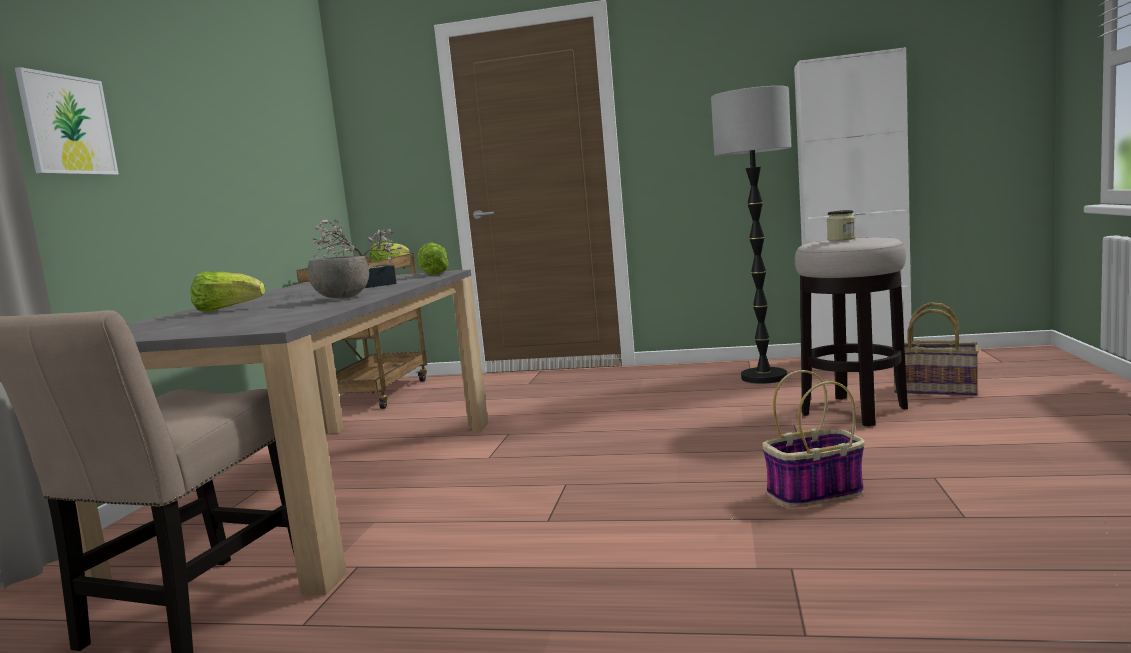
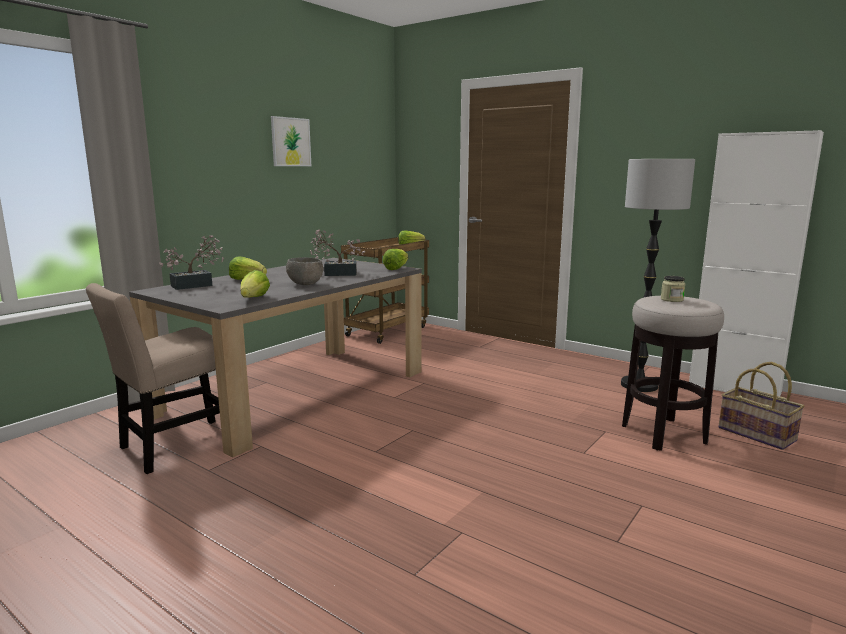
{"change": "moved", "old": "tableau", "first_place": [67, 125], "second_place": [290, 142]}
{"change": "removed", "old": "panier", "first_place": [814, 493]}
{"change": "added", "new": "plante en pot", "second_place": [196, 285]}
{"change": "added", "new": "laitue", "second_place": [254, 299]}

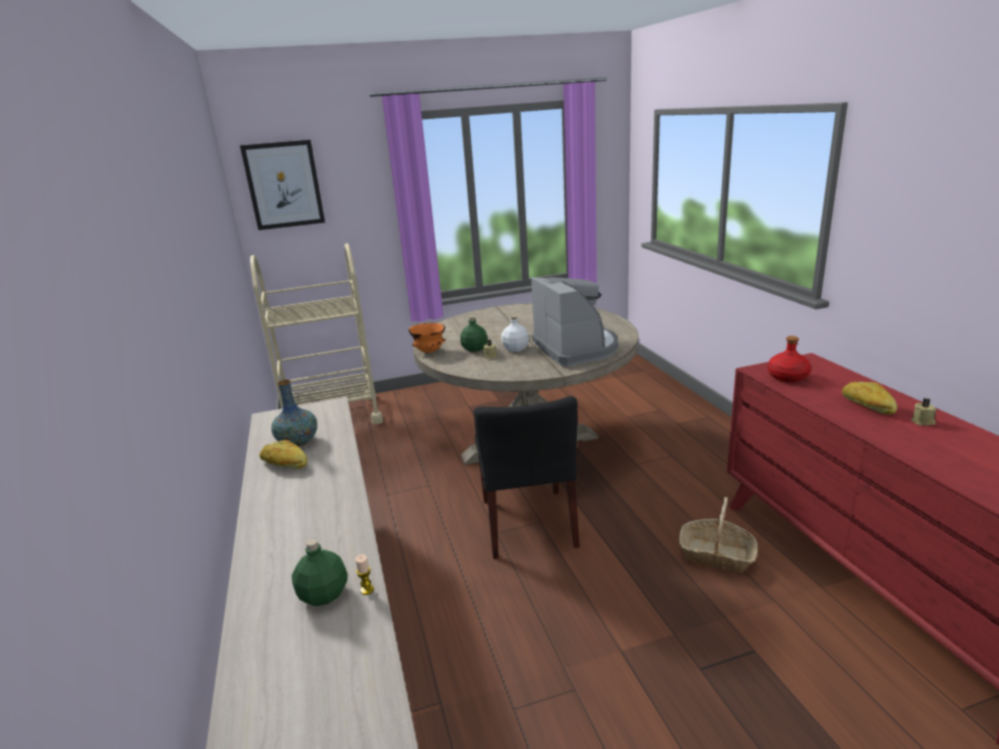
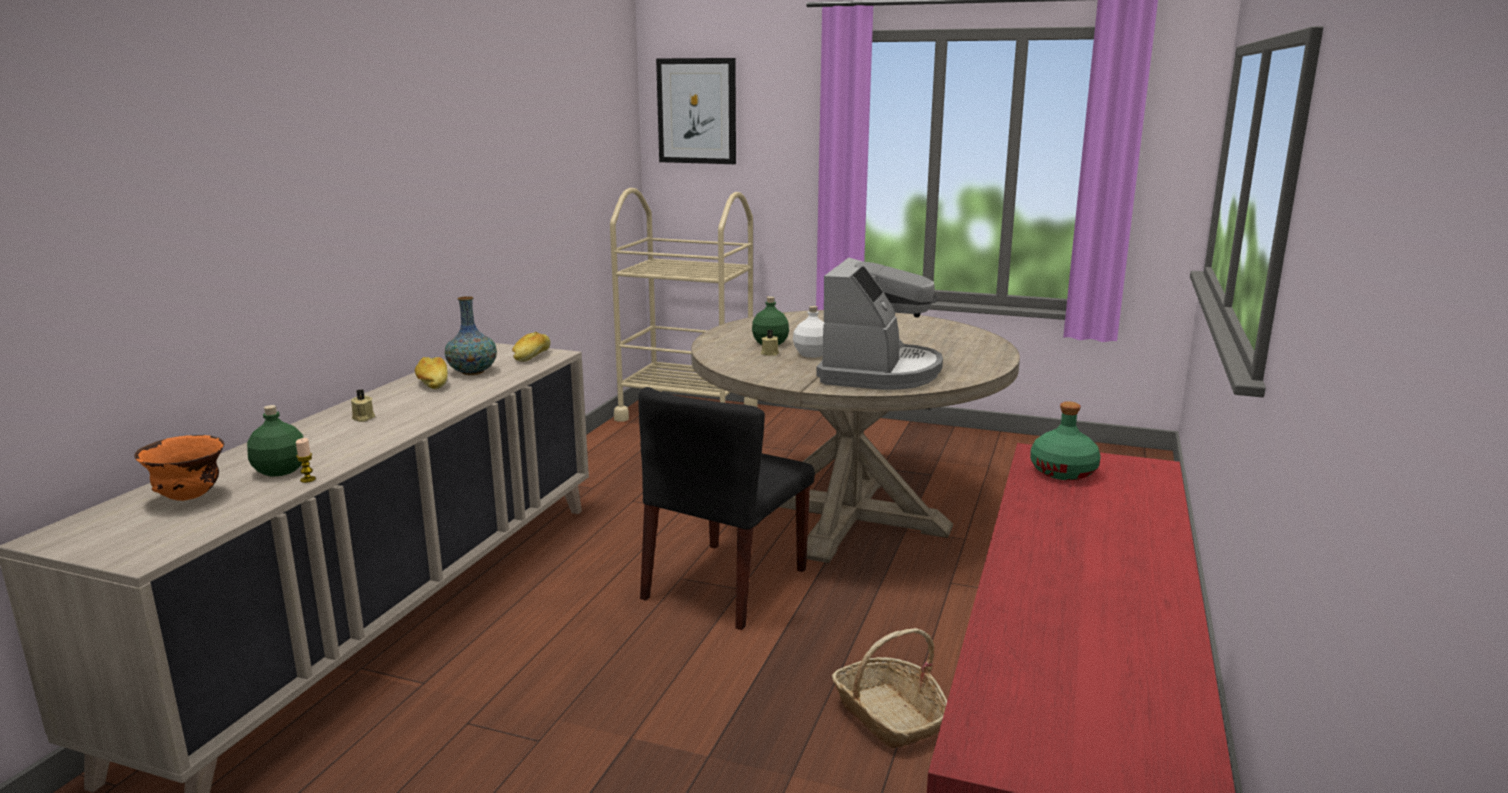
{"change": "moved", "old": "bol/orange", "first_place": [430, 351], "second_place": [190, 498]}
{"change": "recoloured", "old": "bouteille/rouge", "new": "bouteille/vert", "first_place": [787, 376], "second_place": [1063, 471]}
{"change": "moved", "old": "pain", "first_place": [867, 406], "second_place": [532, 356]}
{"change": "moved", "old": "bougie/beige", "first_place": [923, 422], "second_place": [363, 418]}

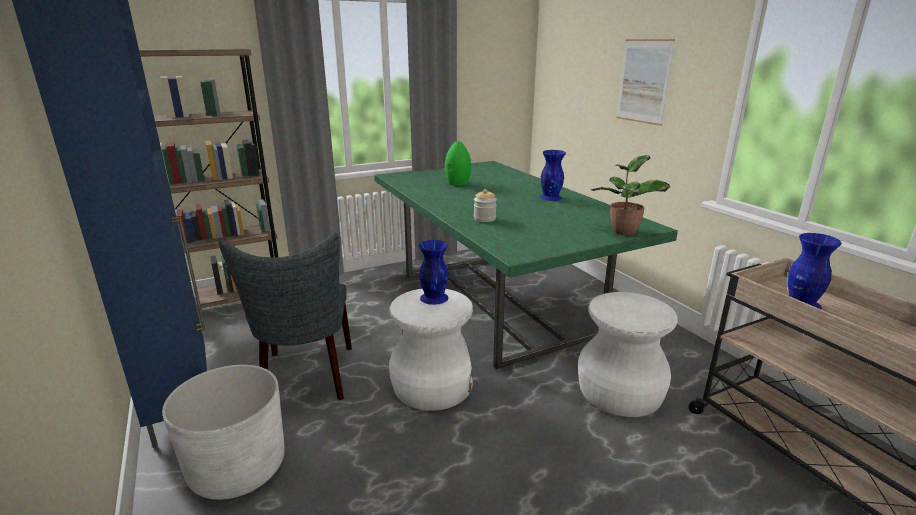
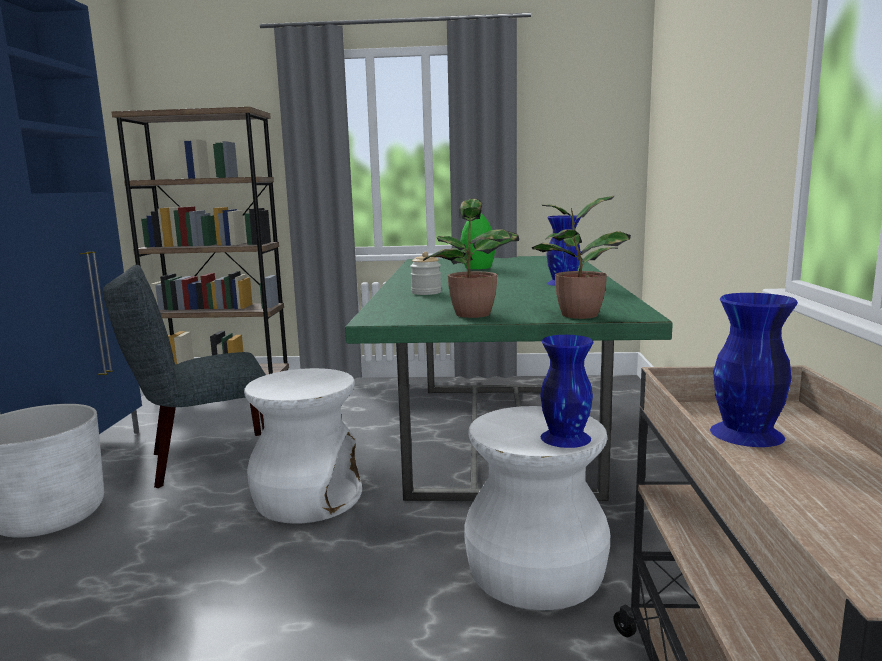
{"change": "turned", "old": "chaise/gris", "first_place": [307, 379], "second_place": [203, 461], "degrees": 45}
{"change": "moved", "old": "vase/bleu", "first_place": [433, 297], "second_place": [564, 437]}
{"change": "removed", "old": "tableau", "first_place": [643, 81]}
{"change": "added", "new": "plante en pot", "second_place": [473, 314]}

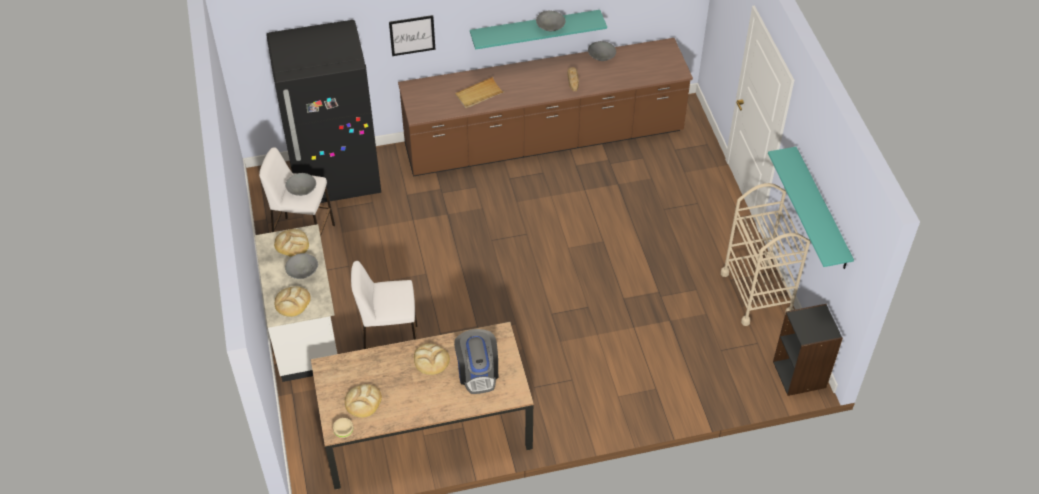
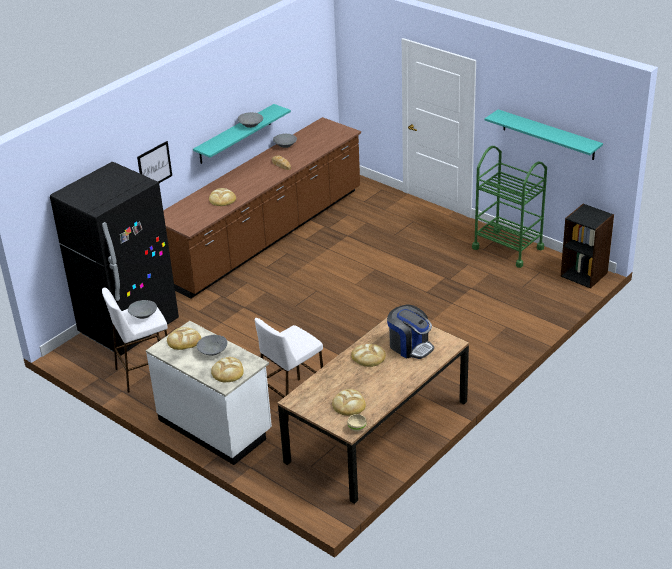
{"change": "replaced", "old": "plateau/beige", "new": "pain", "first_place": [479, 94], "second_place": [222, 199]}
{"change": "recoloured", "old": "chariot/beige", "new": "chariot/vert", "first_place": [756, 293], "second_place": [508, 248]}

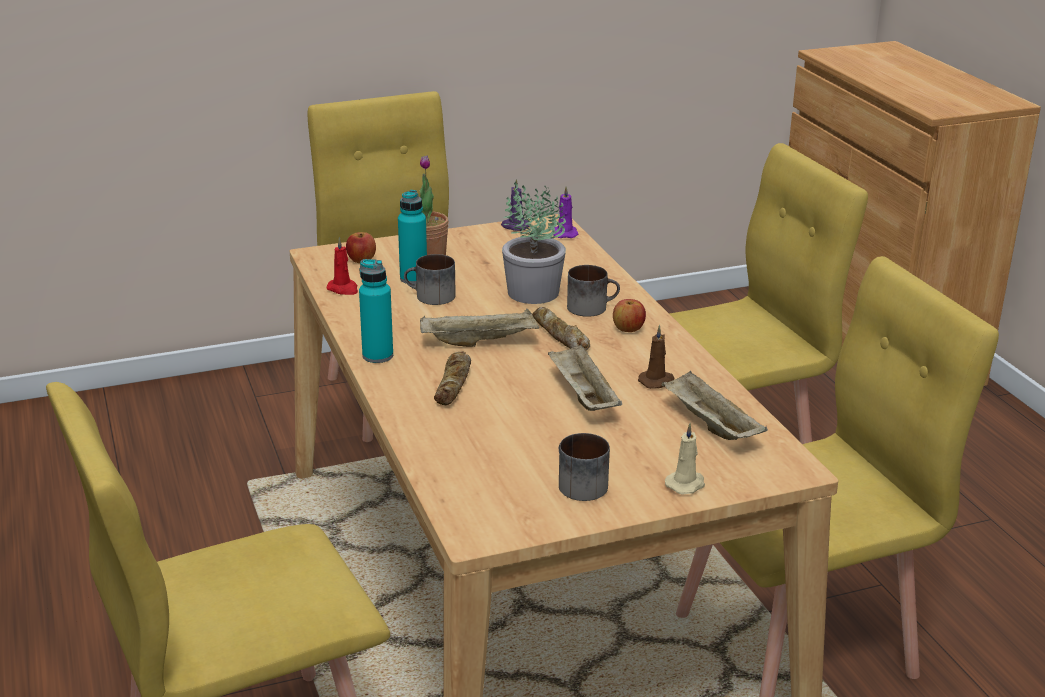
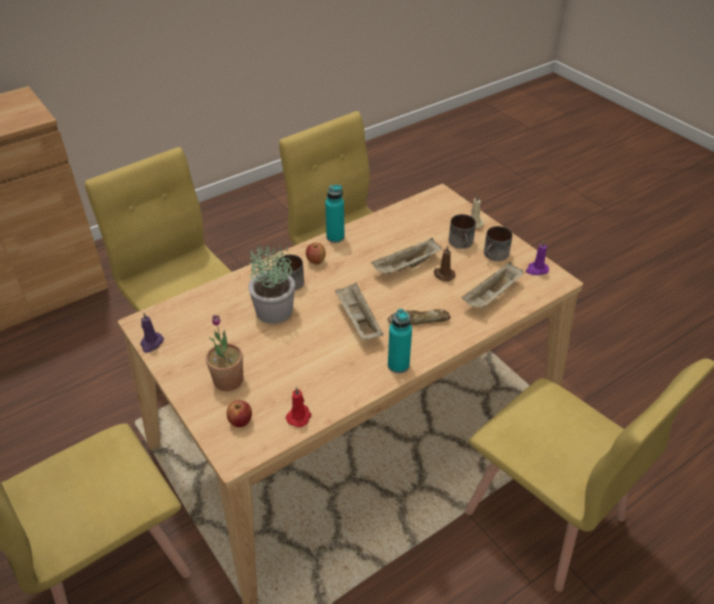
{"change": "moved", "old": "bouteille/turquoise", "first_place": [413, 278], "second_place": [335, 237]}
{"change": "moved", "old": "mug", "first_place": [430, 297], "second_place": [462, 243]}
{"change": "removed", "old": "pain", "first_place": [559, 335]}
{"change": "moved", "old": "bougie/violet", "first_place": [564, 233], "second_place": [536, 270]}
{"change": "moved", "old": "bougie/marron", "first_place": [657, 381], "second_place": [443, 275]}
{"change": "moved", "old": "plateau/beige", "first_place": [709, 425], "second_place": [492, 296]}

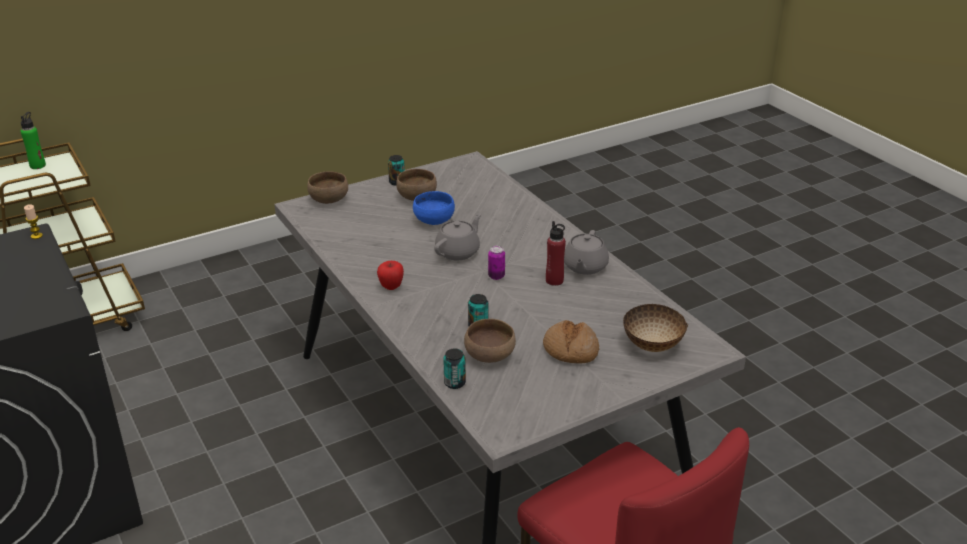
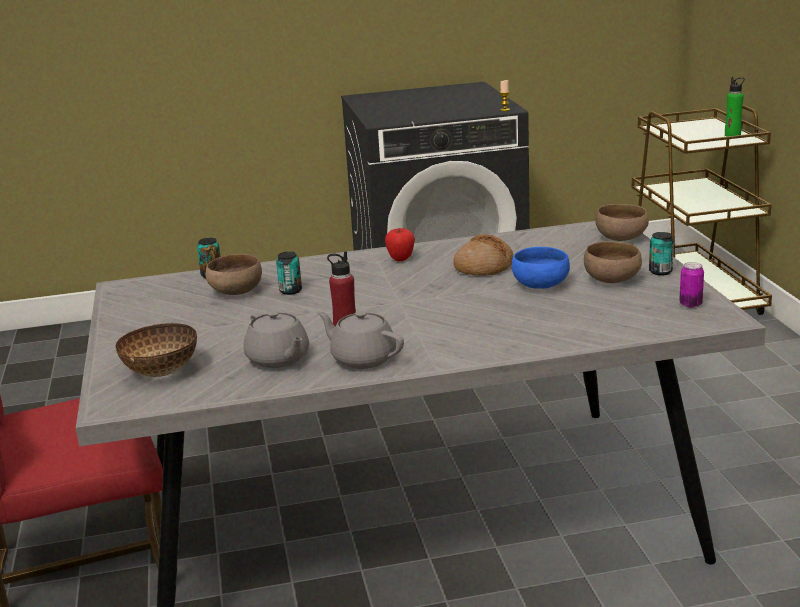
{"change": "moved", "old": "théière/gris", "first_place": [458, 252], "second_place": [278, 359]}
{"change": "moved", "old": "boîte métallique", "first_place": [496, 276], "second_place": [690, 304]}
{"change": "moved", "old": "pain", "first_place": [570, 350], "second_place": [484, 267]}

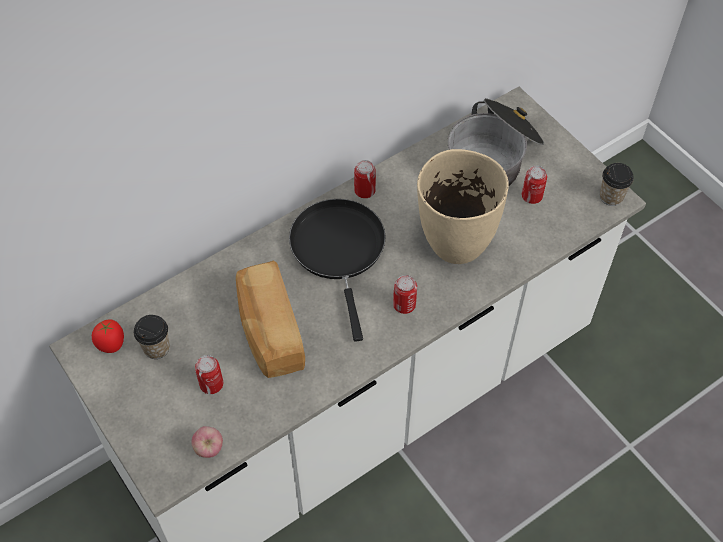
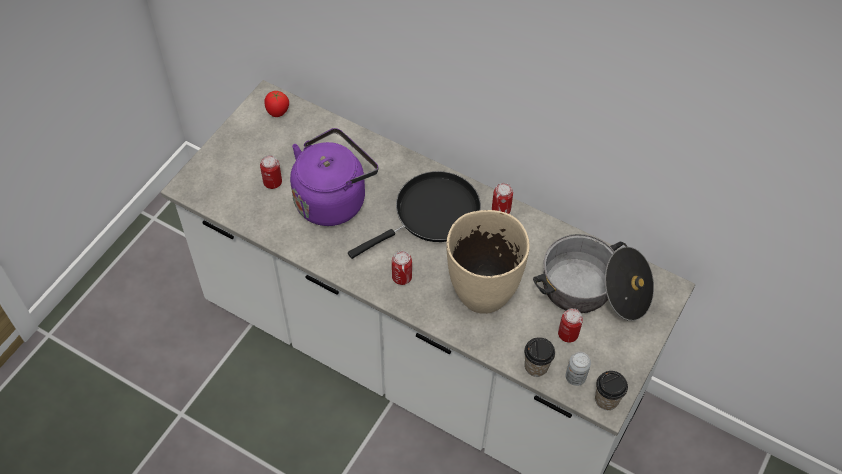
{"change": "moved", "old": "tasse", "first_place": [156, 348], "second_place": [536, 366]}
{"change": "removed", "old": "pomme", "first_place": [209, 448]}
{"change": "replaced", "old": "pain", "new": "bouilloire/violet", "first_place": [269, 332], "second_place": [333, 199]}
{"change": "added", "new": "boîte métallique", "second_place": [575, 377]}

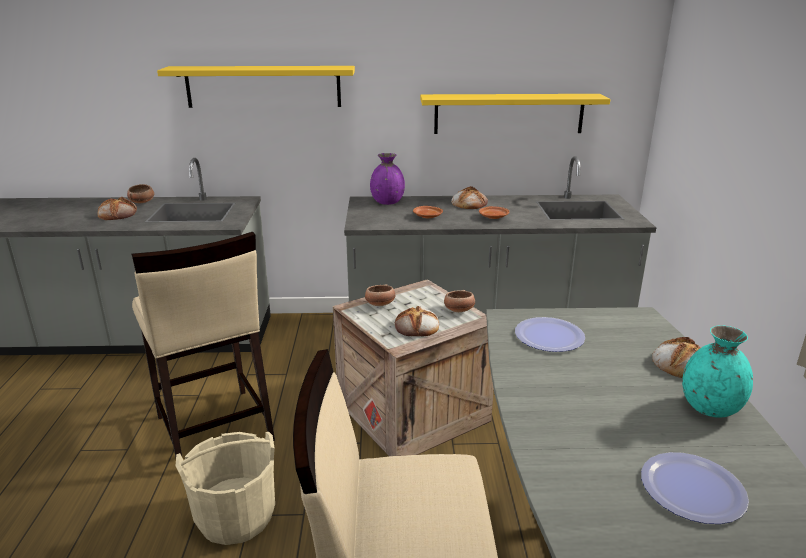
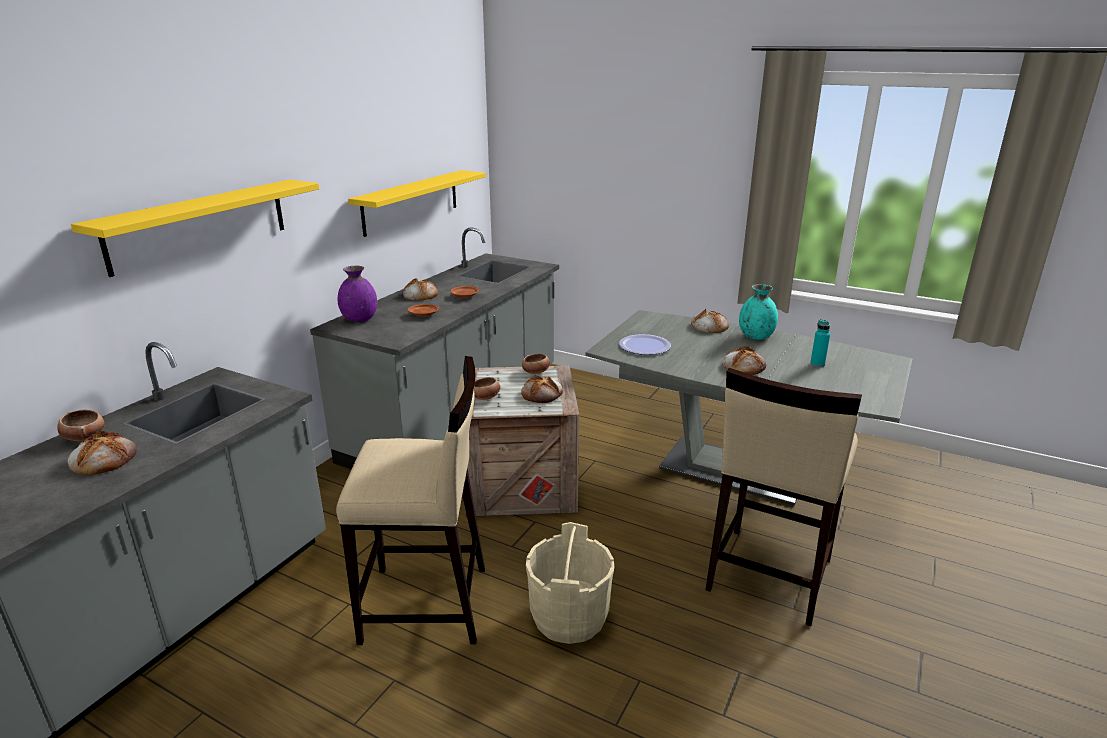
{"change": "replaced", "old": "assiette", "new": "bouteille/turquoise", "first_place": [692, 489], "second_place": [817, 364]}
{"change": "added", "new": "pain", "second_place": [743, 366]}

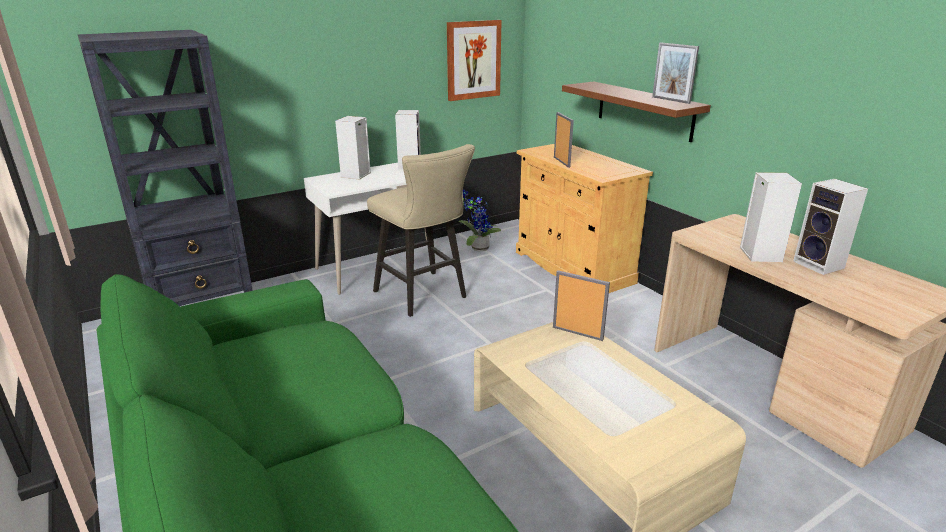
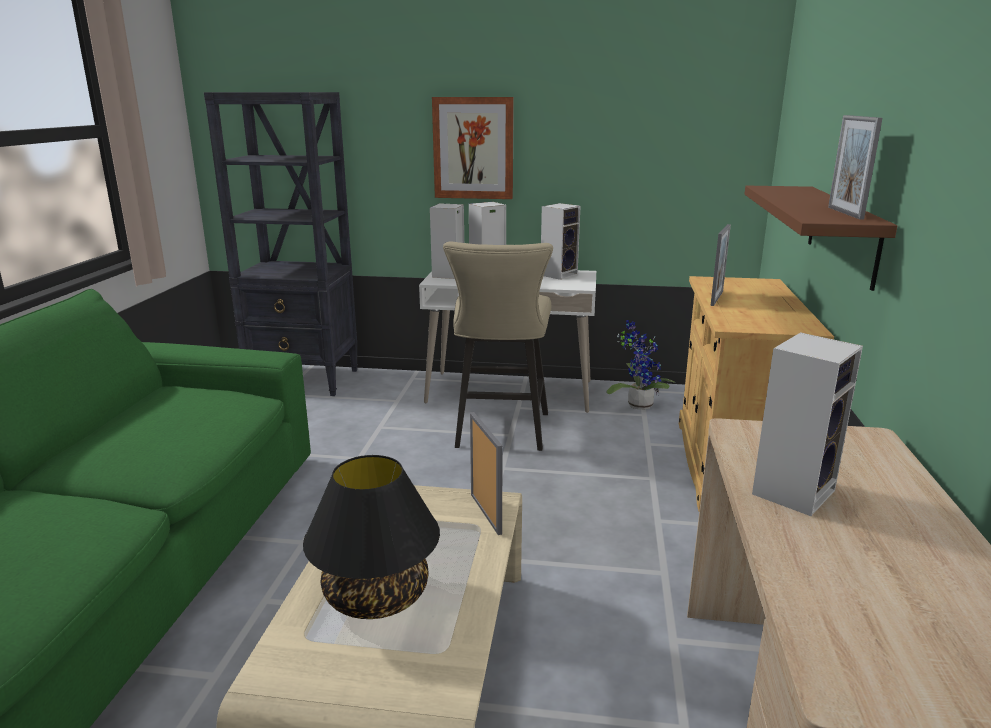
{"change": "moved", "old": "tableau", "first_place": [473, 60], "second_place": [473, 148]}
{"change": "moved", "old": "enceinte", "first_place": [820, 265], "second_place": [448, 275]}
{"change": "added", "new": "lampe de table/noir", "second_place": [375, 596]}

